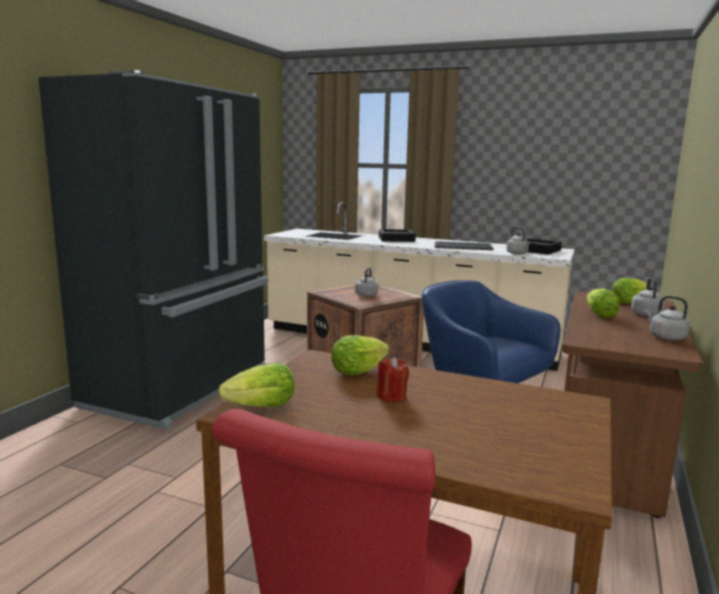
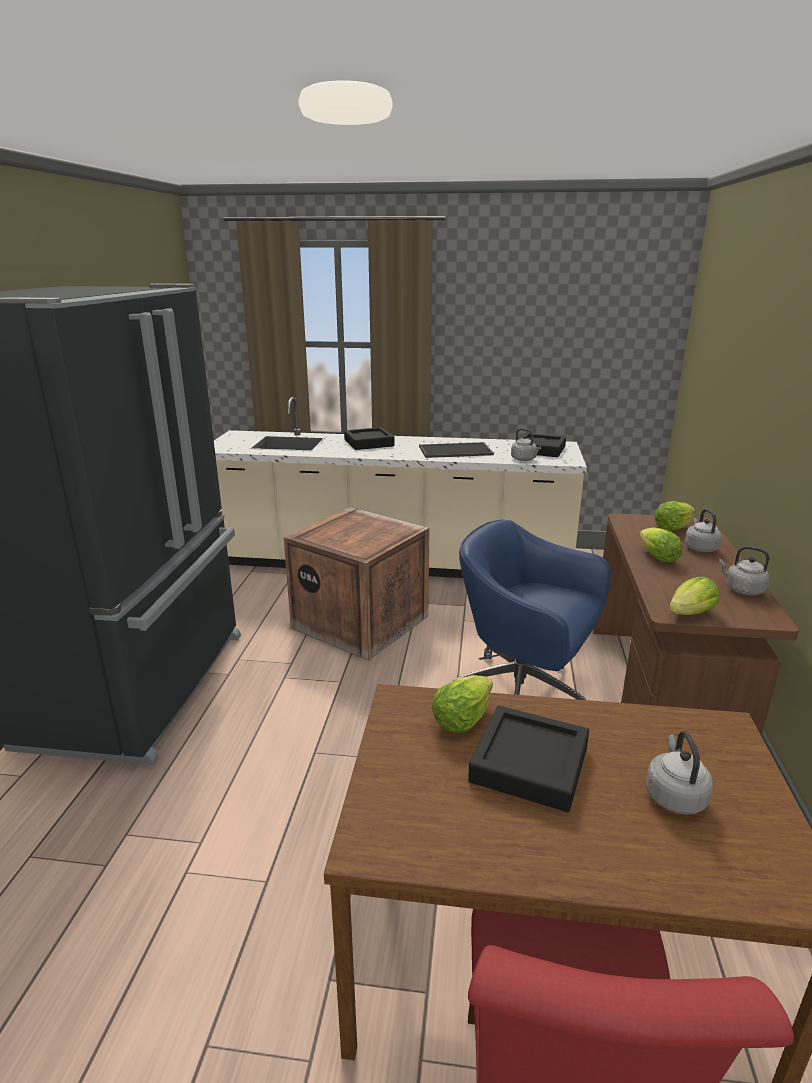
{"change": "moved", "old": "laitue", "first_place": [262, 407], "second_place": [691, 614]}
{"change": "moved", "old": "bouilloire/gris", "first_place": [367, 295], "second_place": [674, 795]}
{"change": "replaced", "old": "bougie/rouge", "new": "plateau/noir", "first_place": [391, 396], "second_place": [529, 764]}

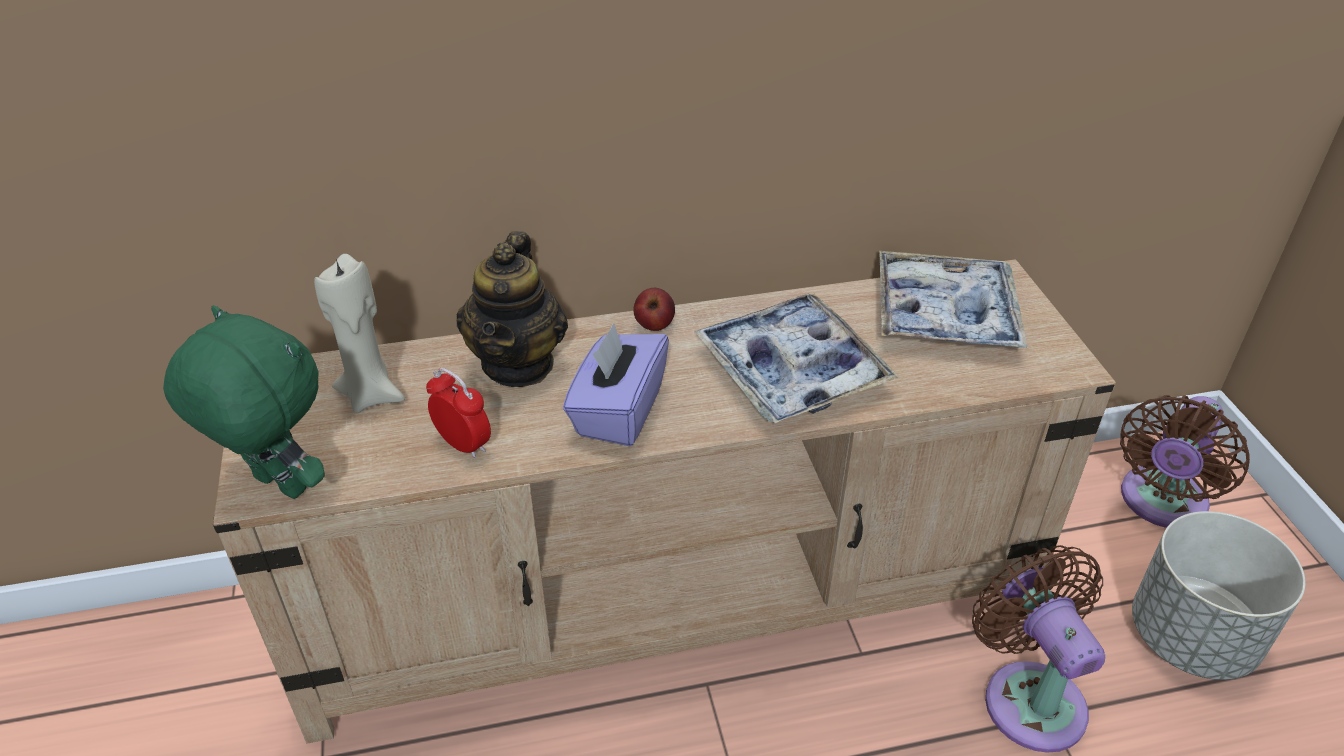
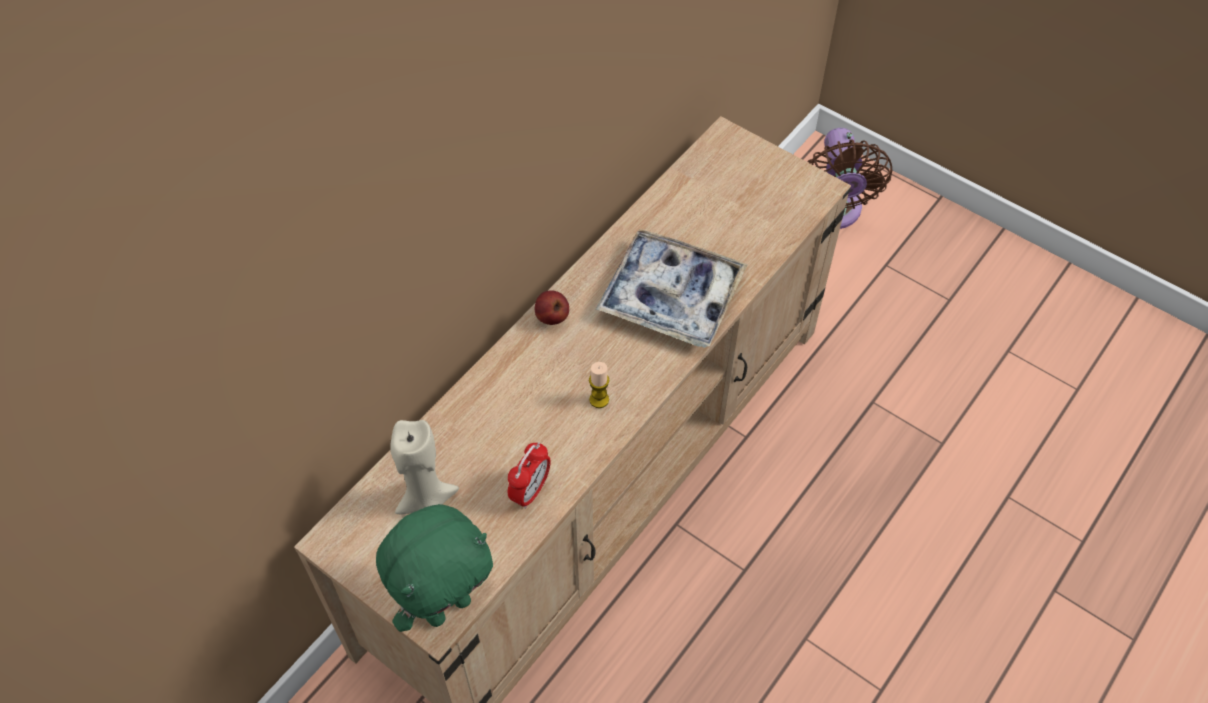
{"change": "turned", "old": "peluche/vert", "first_place": [277, 486], "second_place": [447, 606], "degrees": 150}
{"change": "turned", "old": "réveil", "first_place": [463, 444], "second_place": [530, 491], "degrees": 120}
{"change": "removed", "old": "théière", "first_place": [519, 364]}
{"change": "replaced", "old": "boîte à mouchoirs/violet", "new": "bougie", "first_place": [618, 411], "second_place": [599, 399]}
{"change": "removed", "old": "plateau", "first_place": [945, 314]}
{"change": "removed", "old": "ventilateur/marron", "first_place": [1029, 696]}
{"change": "removed", "old": "cache-pot/gris", "first_place": [1192, 637]}

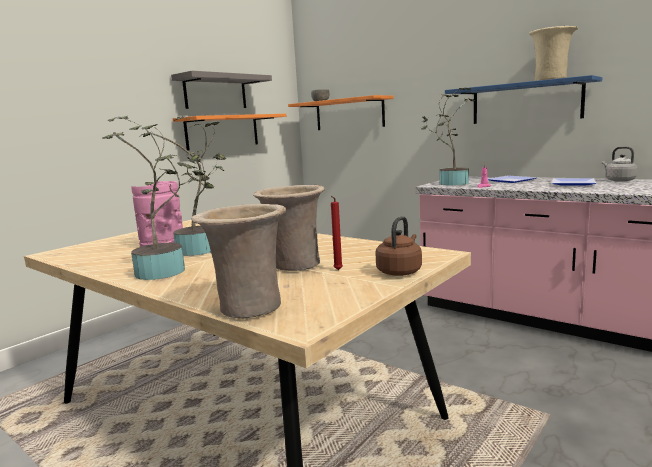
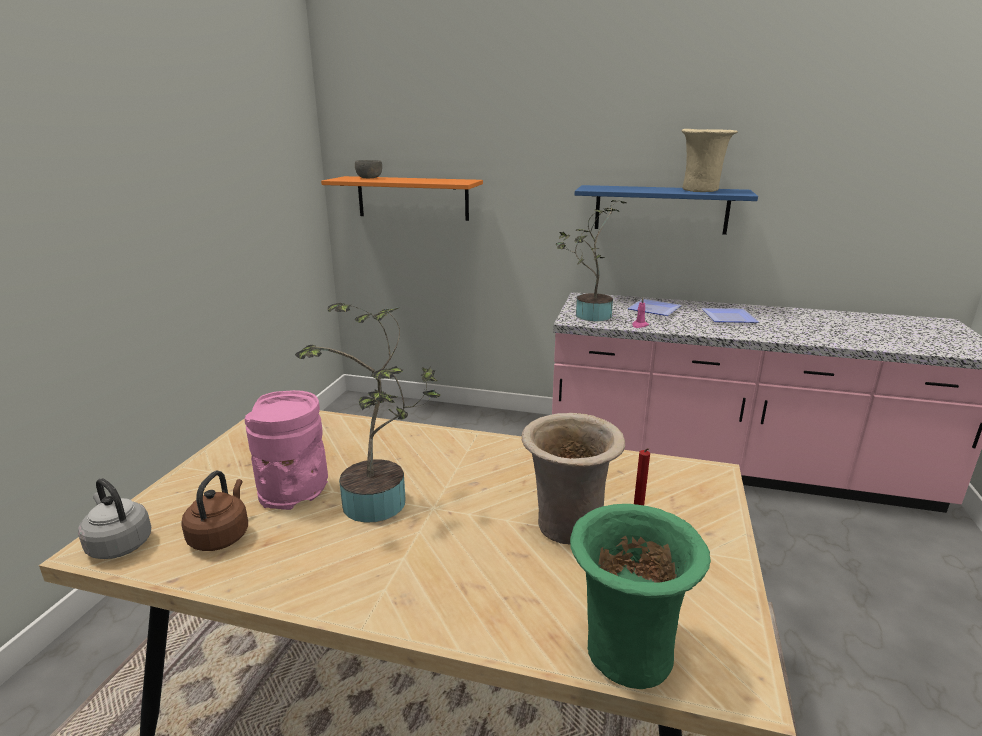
{"change": "removed", "old": "plante en pot", "first_place": [166, 271]}
{"change": "removed", "old": "étagère/gris", "first_place": [215, 92]}
{"change": "removed", "old": "étagère/orange", "first_place": [222, 132]}
{"change": "recoloured", "old": "vase/beige", "new": "vase/vert", "first_place": [248, 308], "second_place": [624, 654]}
{"change": "moved", "old": "bouilloire/marron", "first_place": [400, 271], "second_place": [221, 536]}
{"change": "moved", "old": "bouilloire/gris", "first_place": [618, 180], "second_place": [118, 544]}

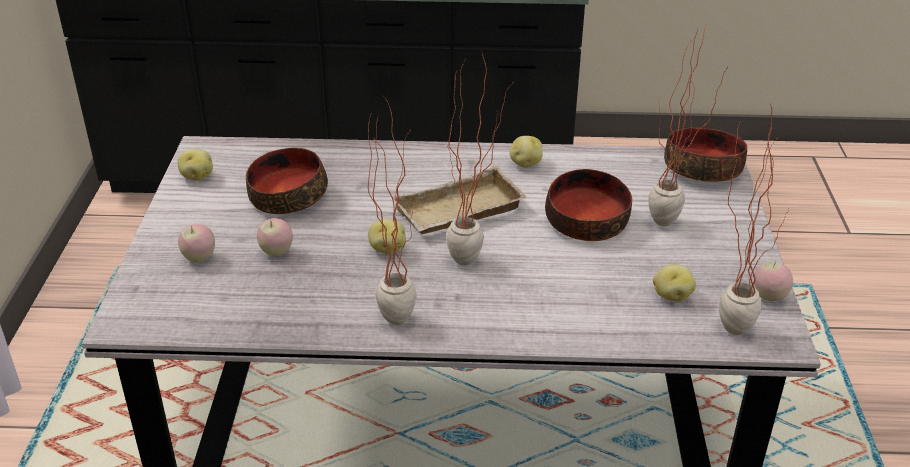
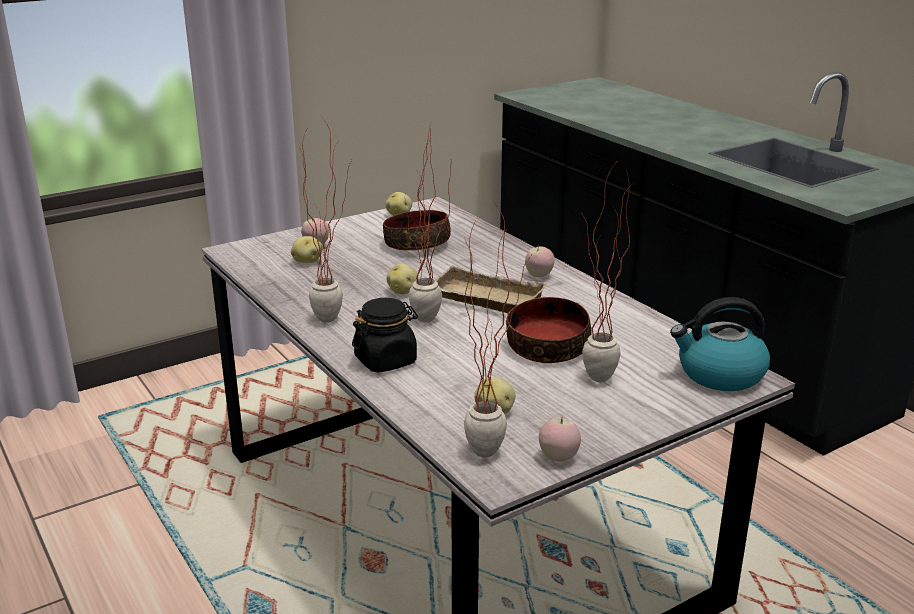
{"change": "moved", "old": "pomme", "first_place": [276, 252], "second_place": [539, 275]}
{"change": "moved", "old": "pomme de terre", "first_place": [525, 163], "second_place": [307, 261]}
{"change": "replaced", "old": "bol", "new": "bouilloire", "first_place": [703, 169], "second_place": [719, 374]}
{"change": "added", "new": "bocal/noir", "second_place": [386, 360]}

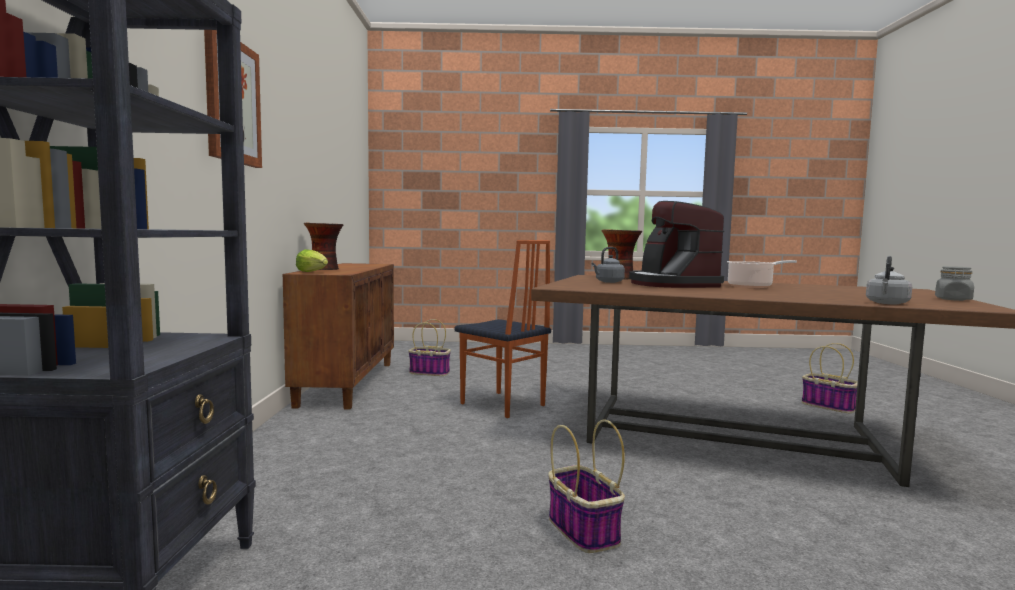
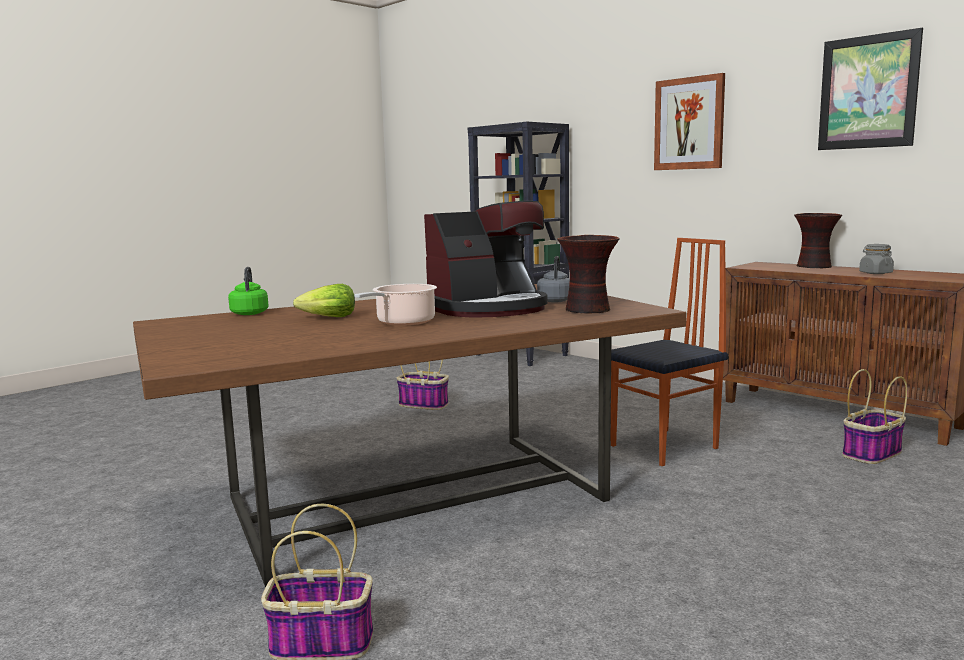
{"change": "moved", "old": "laitue", "first_place": [313, 272], "second_place": [328, 318]}
{"change": "turned", "old": "chaise", "first_place": [502, 405], "second_place": [666, 447], "degrees": 150}
{"change": "turned", "old": "machine à café", "first_place": [671, 284], "second_place": [488, 308], "degrees": 120}
{"change": "recoloured", "old": "bouilloire/gris", "new": "bouilloire/vert", "first_place": [887, 303], "second_place": [250, 313]}
{"change": "moved", "old": "bocal/gris", "first_place": [953, 299], "second_place": [875, 273]}
{"change": "added", "new": "tableau", "second_place": [868, 92]}

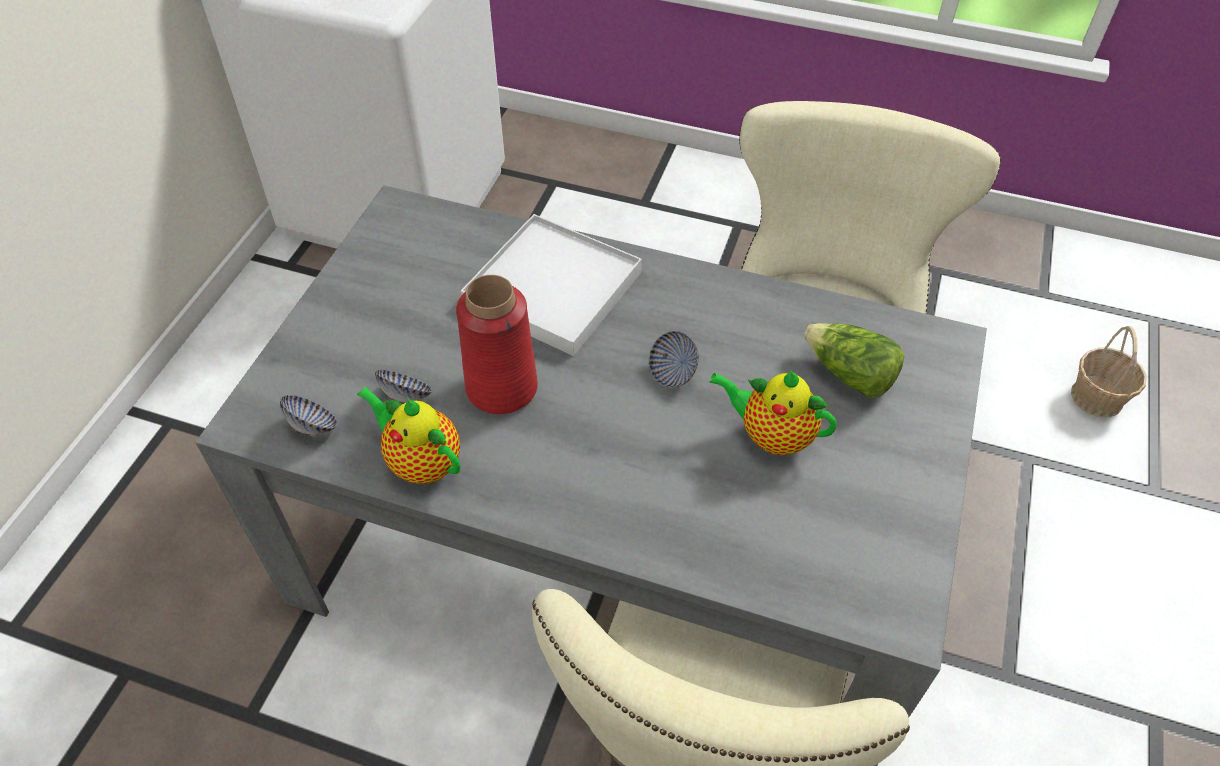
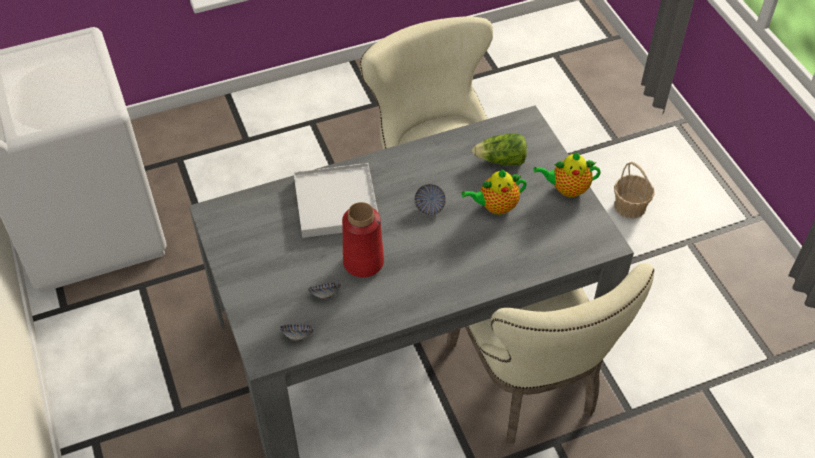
{"change": "moved", "old": "théière", "first_place": [421, 462], "second_place": [567, 189]}
{"change": "moved", "old": "panier", "first_place": [1096, 397], "second_place": [630, 206]}

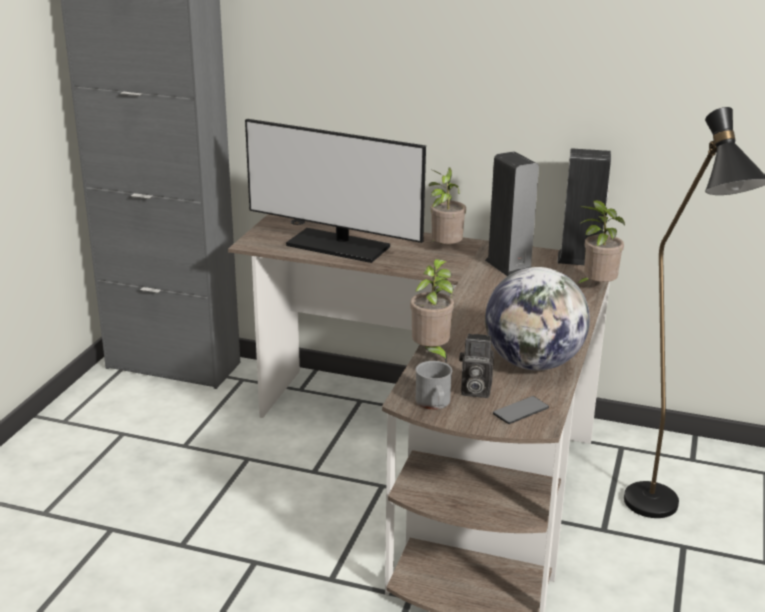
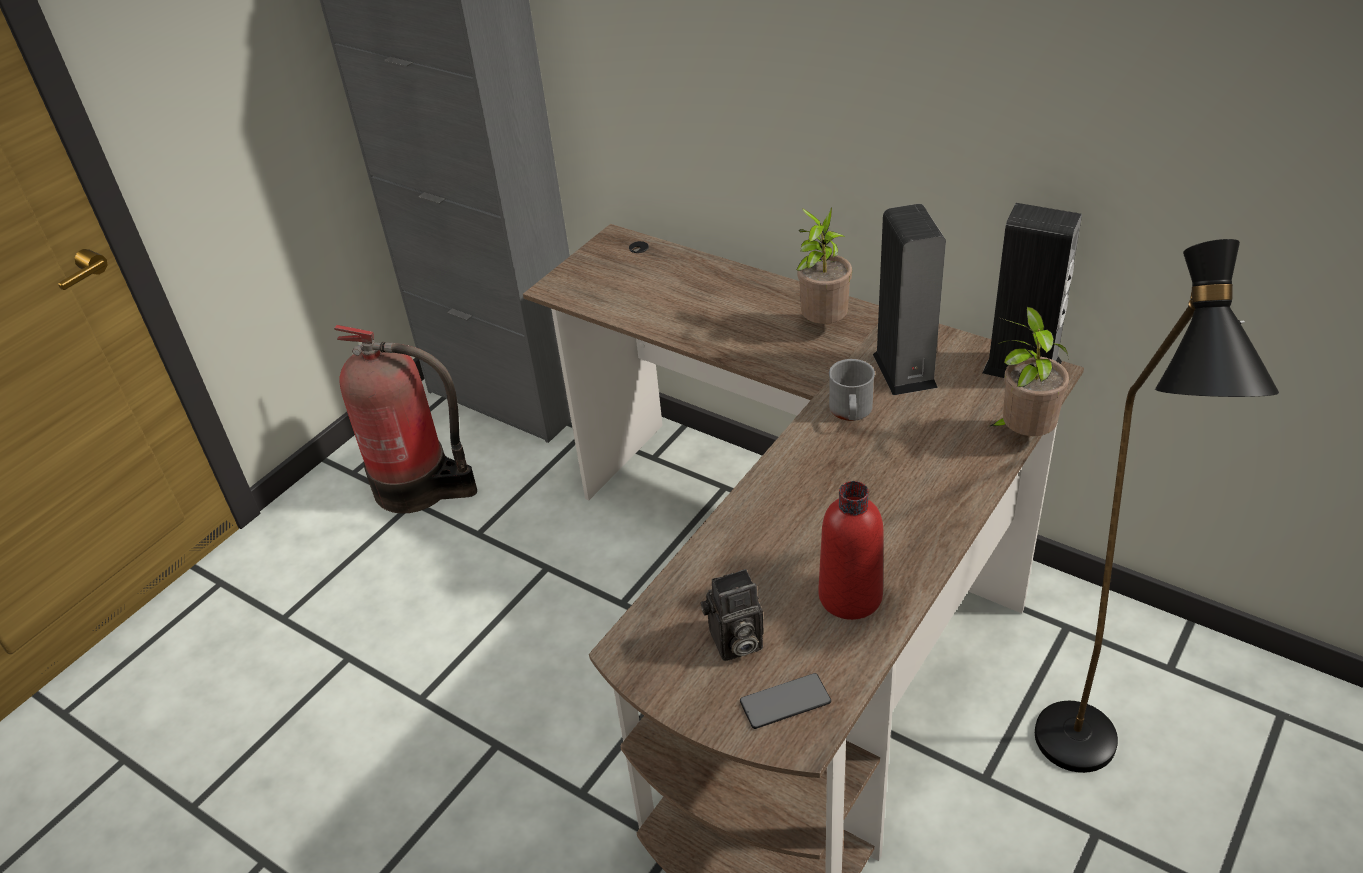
{"change": "removed", "old": "écran d'ordinateur", "first_place": [338, 246]}
{"change": "removed", "old": "plante en pot", "first_place": [431, 353]}
{"change": "moved", "old": "mug/gris", "first_place": [434, 404], "second_place": [851, 412]}
{"change": "turned", "old": "appareil photo", "first_place": [474, 391], "second_place": [734, 643], "degrees": -45}
{"change": "replaced", "old": "globe", "new": "bouteille/rouge", "first_place": [533, 363], "second_place": [850, 596]}
{"change": "added", "new": "extincteur", "second_place": [419, 487]}

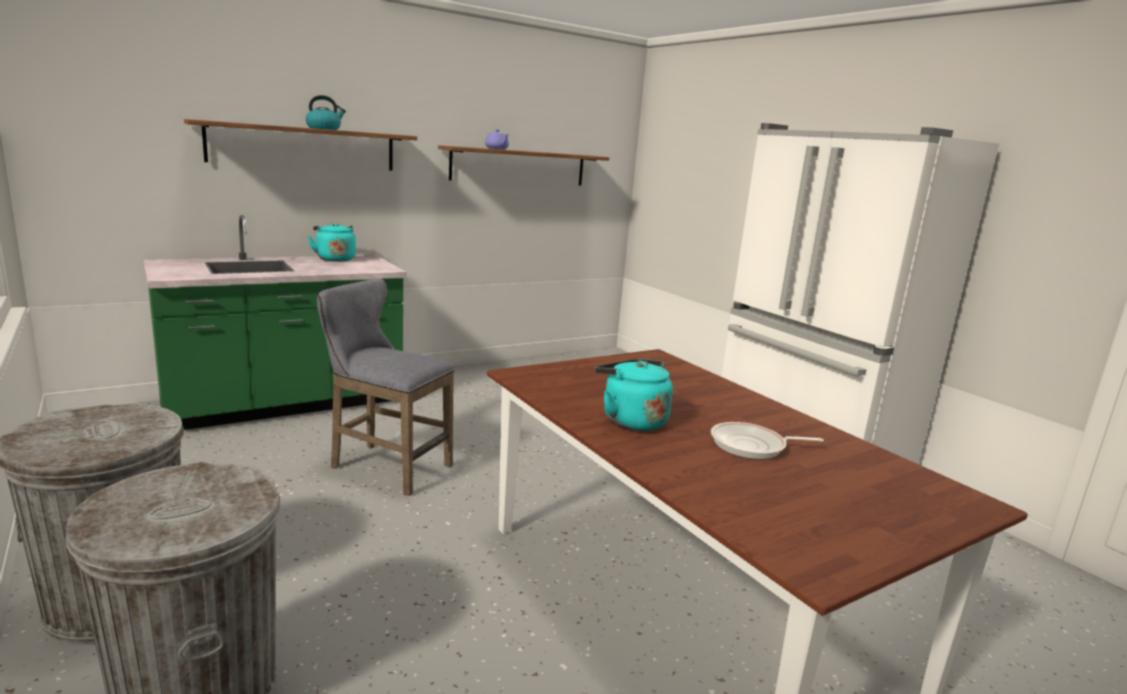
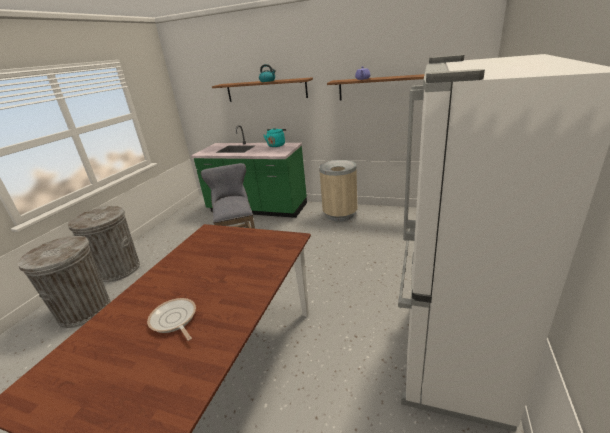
{"change": "removed", "old": "bouilloire/turquoise", "first_place": [631, 420]}
{"change": "added", "new": "poubelle/beige", "second_place": [340, 214]}

